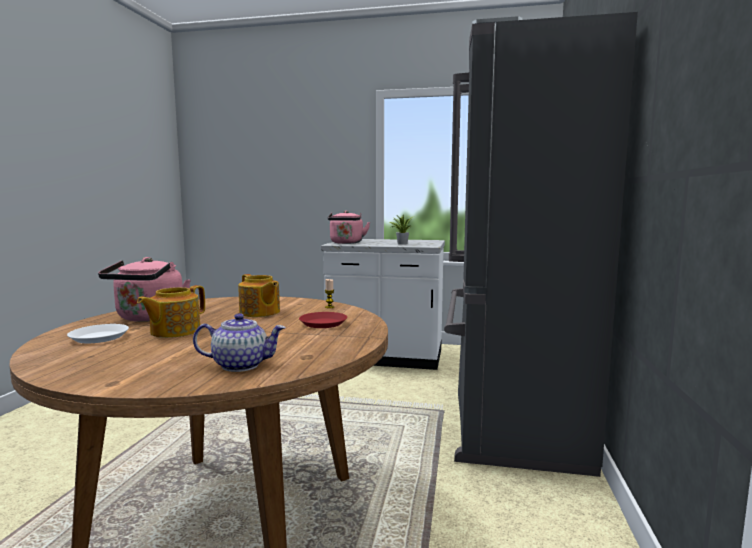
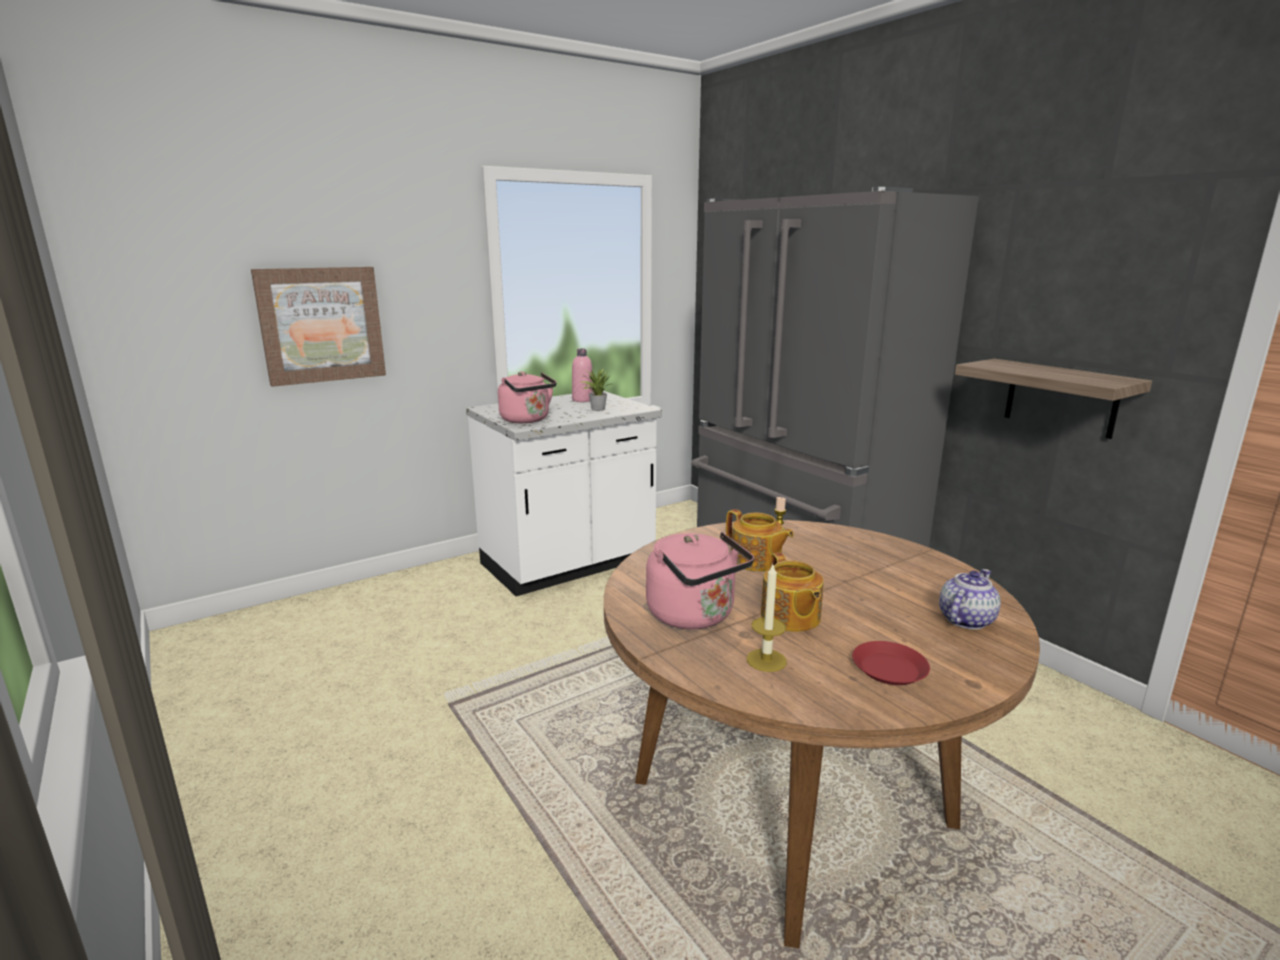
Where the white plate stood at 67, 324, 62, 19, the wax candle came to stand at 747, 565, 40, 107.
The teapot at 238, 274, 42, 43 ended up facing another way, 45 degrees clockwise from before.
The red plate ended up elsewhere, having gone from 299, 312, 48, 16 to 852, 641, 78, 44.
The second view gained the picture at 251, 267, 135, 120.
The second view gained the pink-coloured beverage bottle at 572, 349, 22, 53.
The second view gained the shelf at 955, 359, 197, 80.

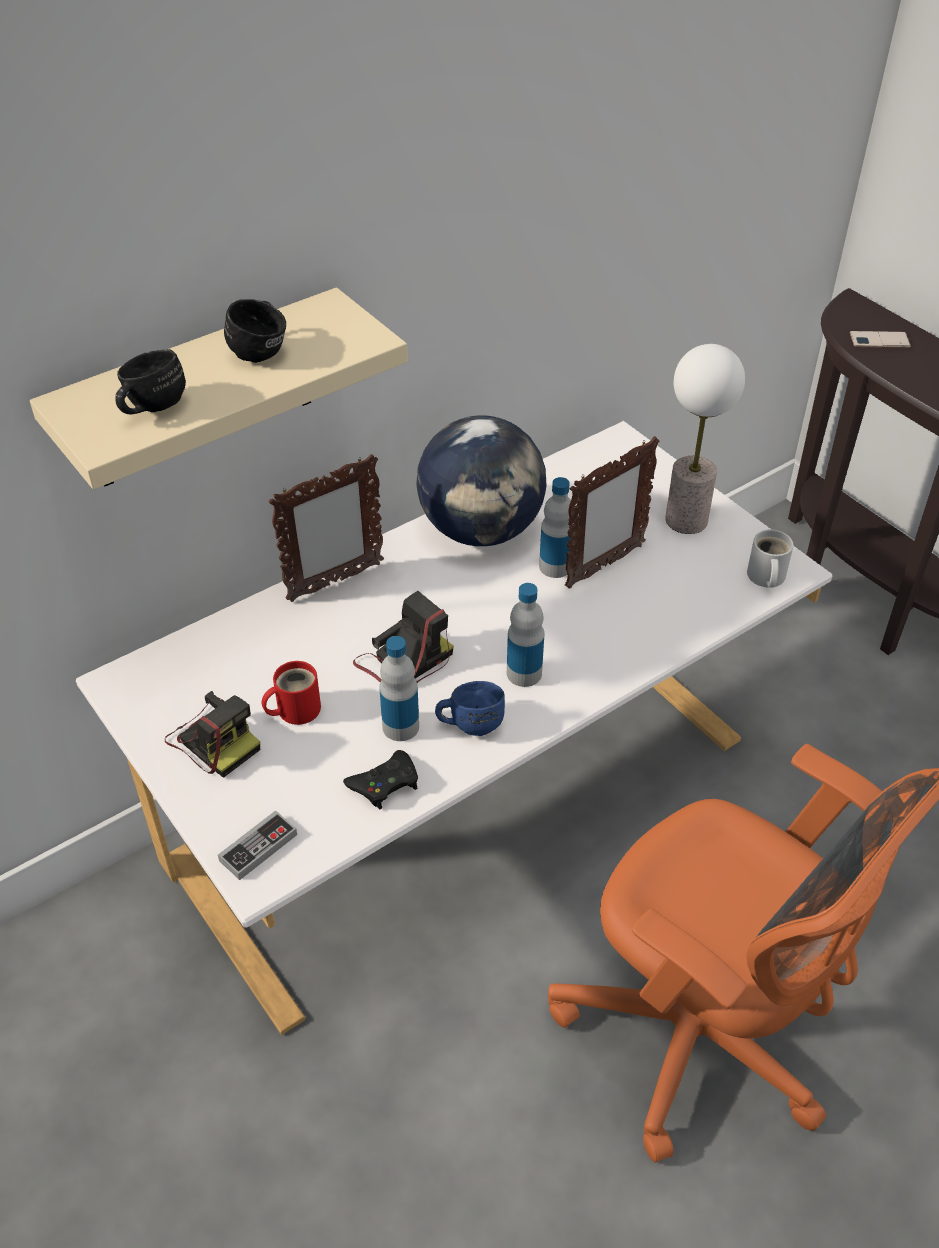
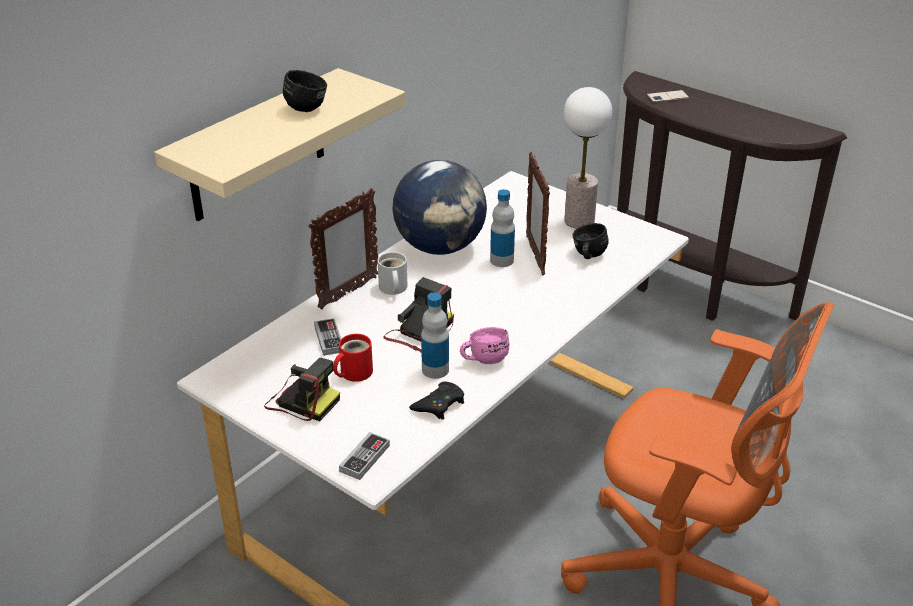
The black-coloured coffee mug ended up elsewhere, having gone from 115, 349, 71, 66 to 573, 223, 36, 36.
What was the bluish coffee mug at 435, 681, 70, 55 turned into the pink-coloured coffee mug at 460, 327, 49, 37.
The second view lost the beverage bottle at 507, 583, 37, 104.
The picture frame at 565, 436, 95, 153 ended up facing another way, 135 degrees clockwise from before.
The white coffee mug ended up elsewhere, having gone from 747, 530, 47, 58 to 377, 252, 31, 43.
The second view gained the game controller at 314, 318, 27, 38.

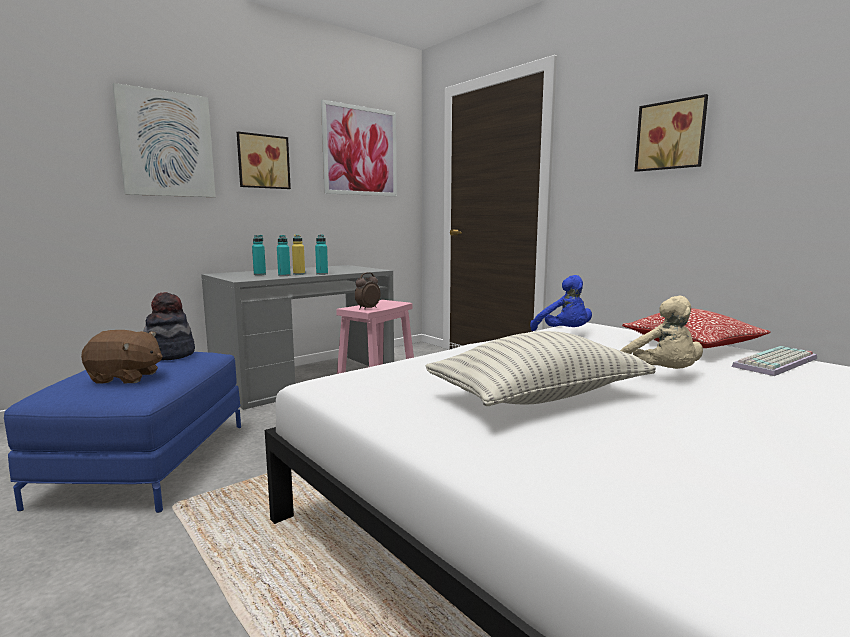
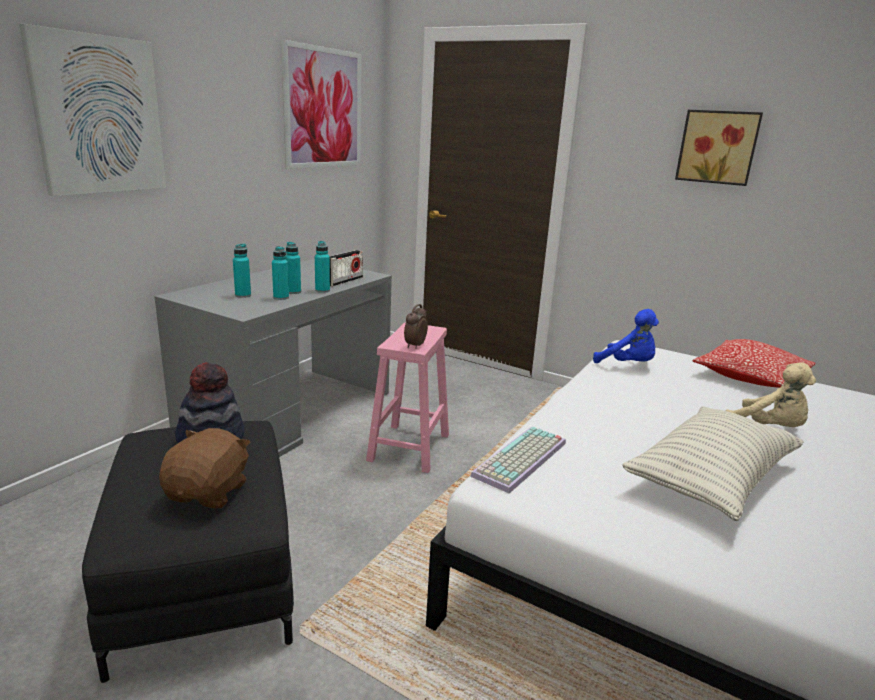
What was the bluish footrest at 4, 352, 237, 161 turned into the black-coloured footrest at 82, 421, 212, 262.
The brown-coloured soft toy at 81, 330, 82, 54 ended up facing another way, 60 degrees counterclockwise from before.
The second view lost the picture at 237, 132, 54, 57.
What was the yellow-coloured beverage bottle at 292, 235, 13, 40 turned into the turquoise-coloured beverage bottle at 285, 242, 16, 52.
The computer keyboard ended up elsewhere, having gone from 732, 346, 85, 30 to 470, 427, 96, 66.
The second view gained the radio receiver at 330, 250, 33, 36.

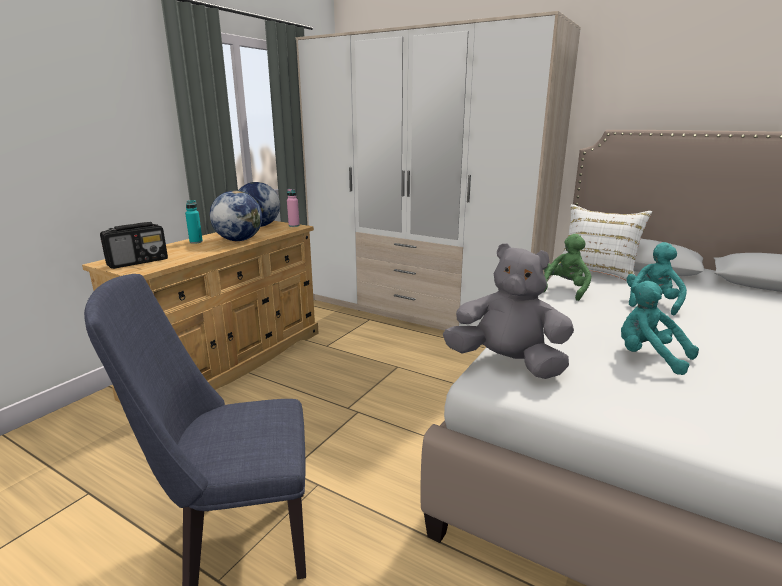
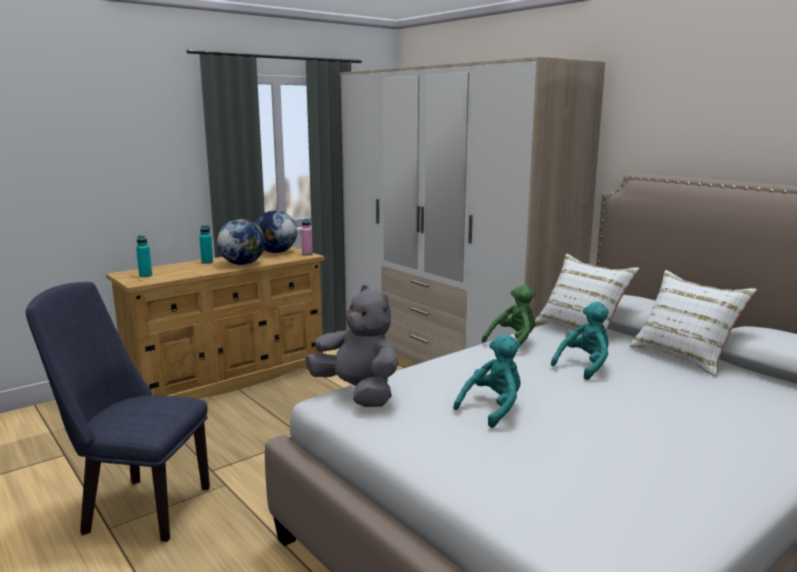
Where the radio receiver stood at 100, 222, 68, 47, the turquoise-coloured beverage bottle came to stand at 136, 235, 16, 42.
The turquoise-coloured soft toy at 621, 281, 78, 94 ended up facing another way, 75 degrees clockwise from before.
The second view gained the white cushion at 630, 270, 127, 107.

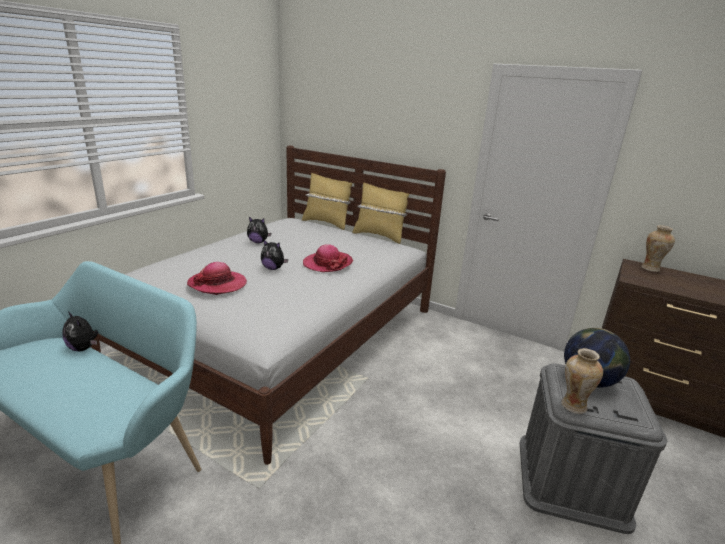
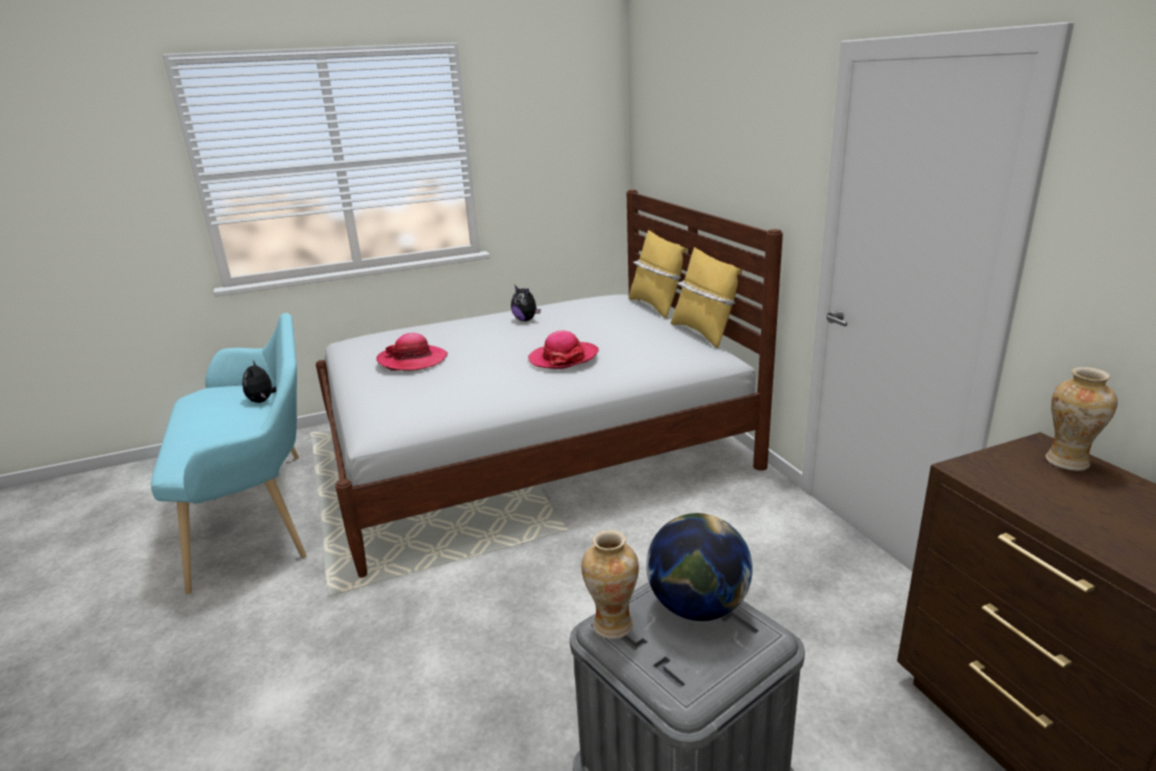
The second view lost the soft toy at 261, 240, 27, 30.

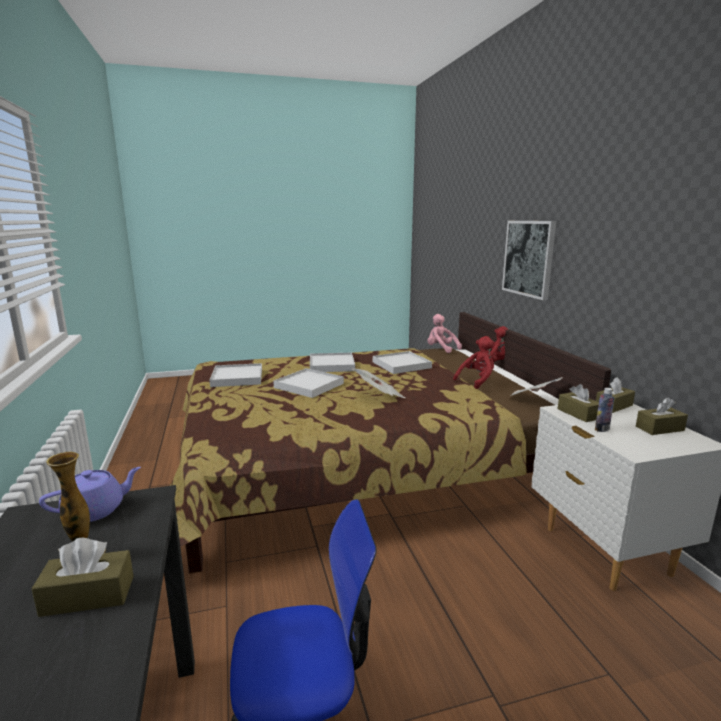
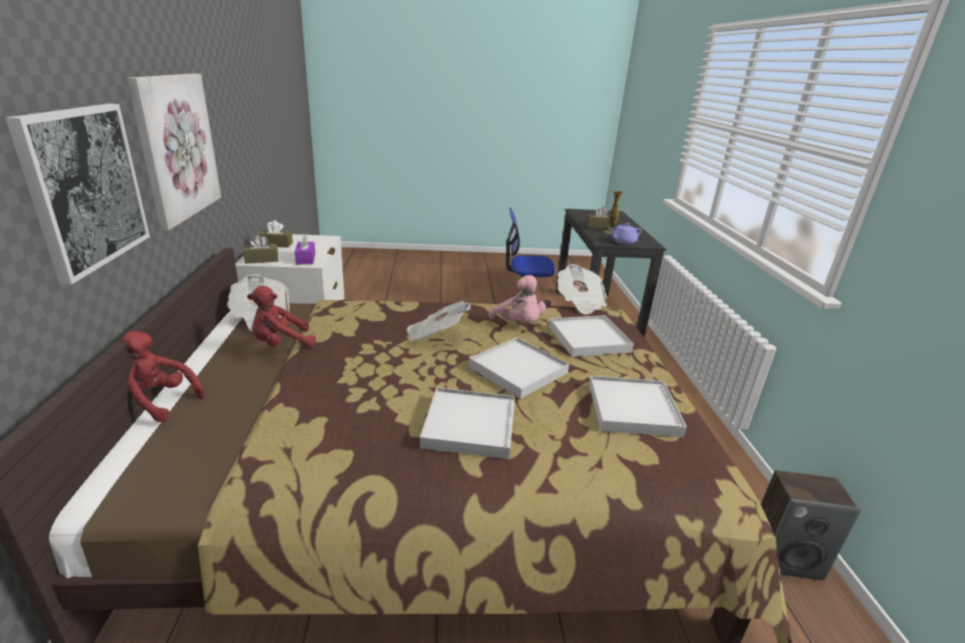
The white tray ended up elsewhere, having gone from 373, 351, 59, 23 to 549, 315, 84, 42.
The pink-coloured soft toy ended up elsewhere, having gone from 428, 314, 34, 39 to 488, 275, 58, 48.
What was the brown-coloured tissue holder at 558, 384, 41, 38 turned into the purplish tissue holder at 295, 234, 20, 30.
The second view lost the beverage bottle at 595, 388, 19, 44.
The second view gained the picture at 127, 73, 94, 157.
The second view gained the daily paper at 558, 264, 49, 51.
The second view gained the loudspeaker at 761, 470, 100, 111.

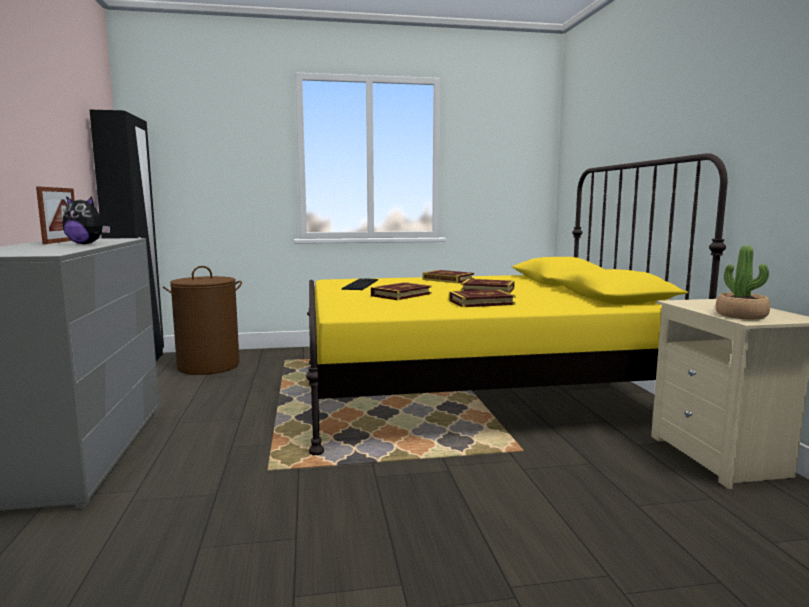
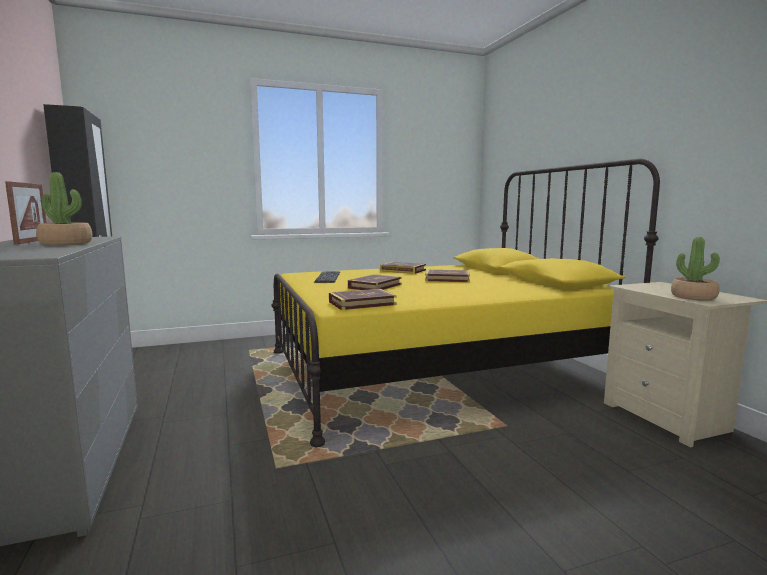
Where the soft toy stood at 62, 196, 48, 48, the houseplant came to stand at 36, 172, 57, 73.
The second view lost the brown-coloured washing basket at 163, 266, 79, 109.
The volume ended up elsewhere, having gone from 449, 290, 67, 17 to 329, 289, 68, 21.

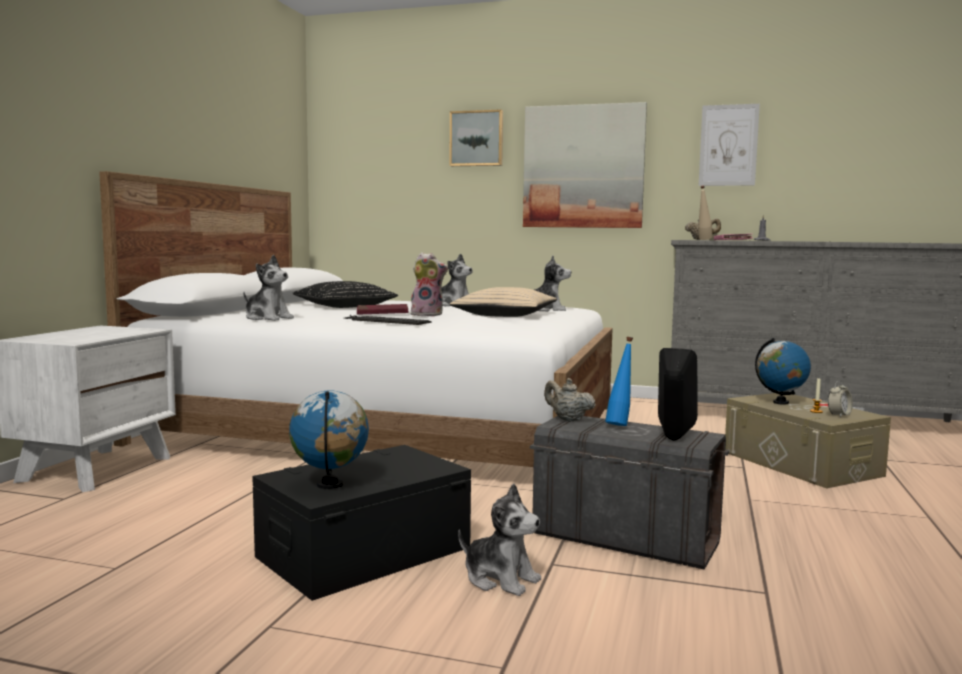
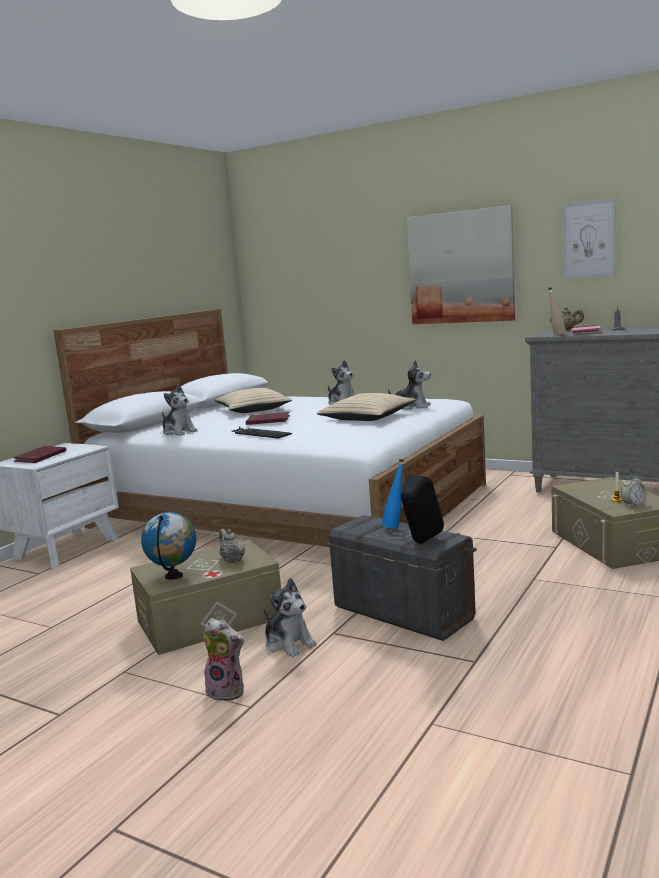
What was the black-coloured storage box at 252, 445, 219, 156 turned into the beige-coloured storage box at 130, 540, 151, 115.
What was the black-coloured cushion at 293, 281, 105, 27 turned into the beige-coloured cushion at 215, 388, 77, 25.
The soft toy ended up elsewhere, having gone from 410, 252, 38, 64 to 203, 618, 41, 84.
The second view lost the picture at 449, 110, 54, 56.
The beige-coloured teapot ended up elsewhere, having gone from 544, 378, 52, 44 to 219, 529, 27, 34.
The second view lost the world globe at 755, 338, 56, 66.
The second view gained the red volume at 13, 446, 53, 17.

